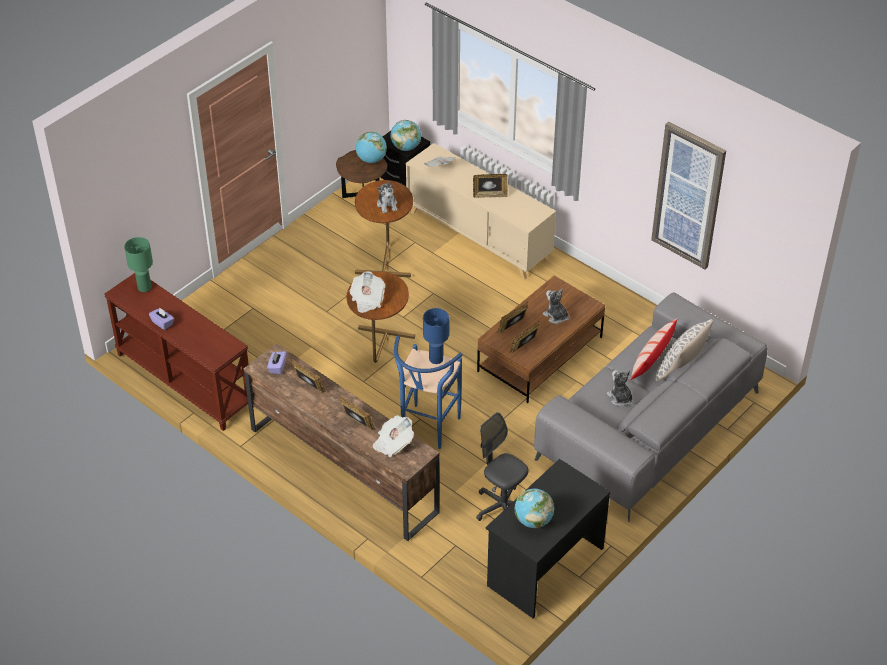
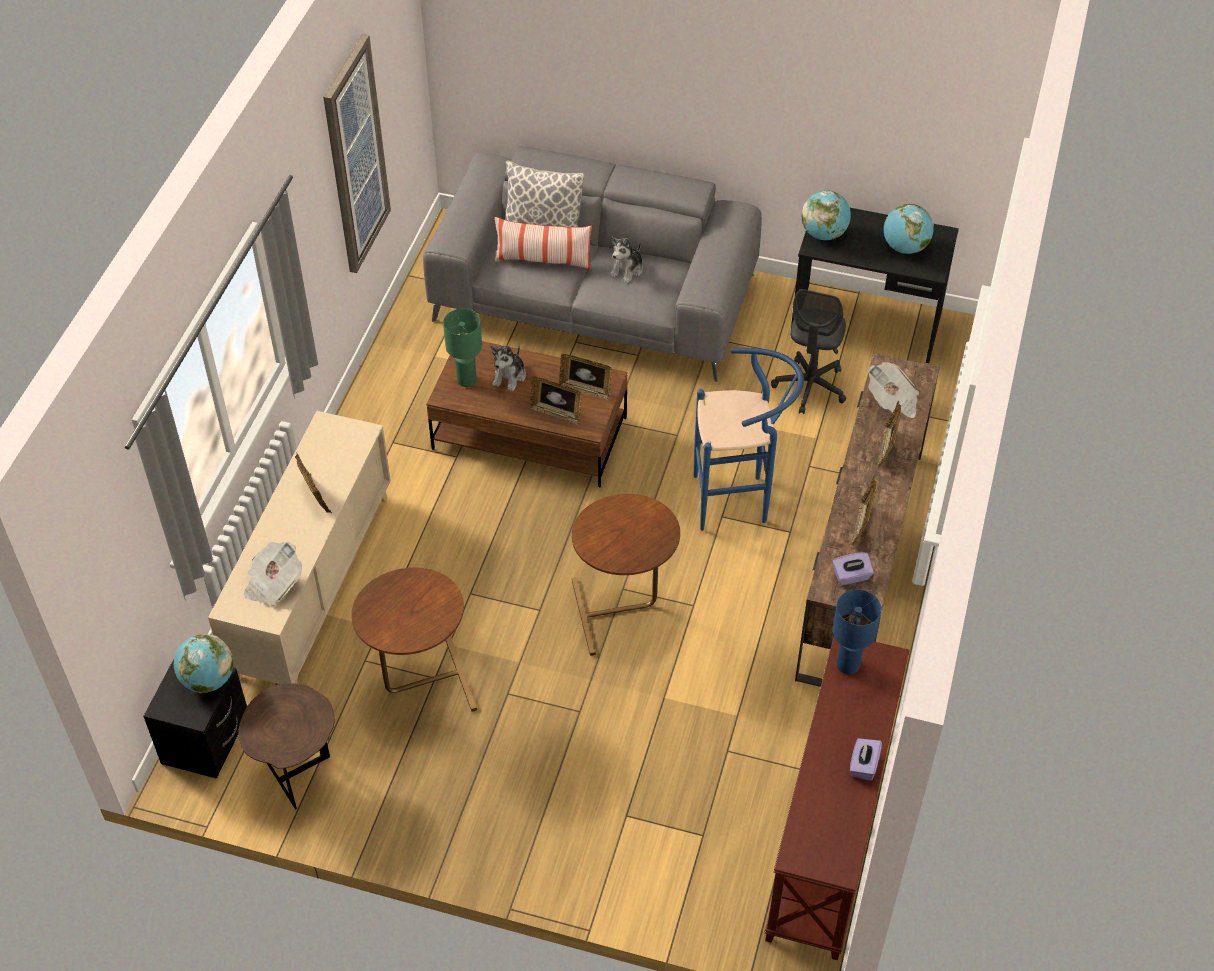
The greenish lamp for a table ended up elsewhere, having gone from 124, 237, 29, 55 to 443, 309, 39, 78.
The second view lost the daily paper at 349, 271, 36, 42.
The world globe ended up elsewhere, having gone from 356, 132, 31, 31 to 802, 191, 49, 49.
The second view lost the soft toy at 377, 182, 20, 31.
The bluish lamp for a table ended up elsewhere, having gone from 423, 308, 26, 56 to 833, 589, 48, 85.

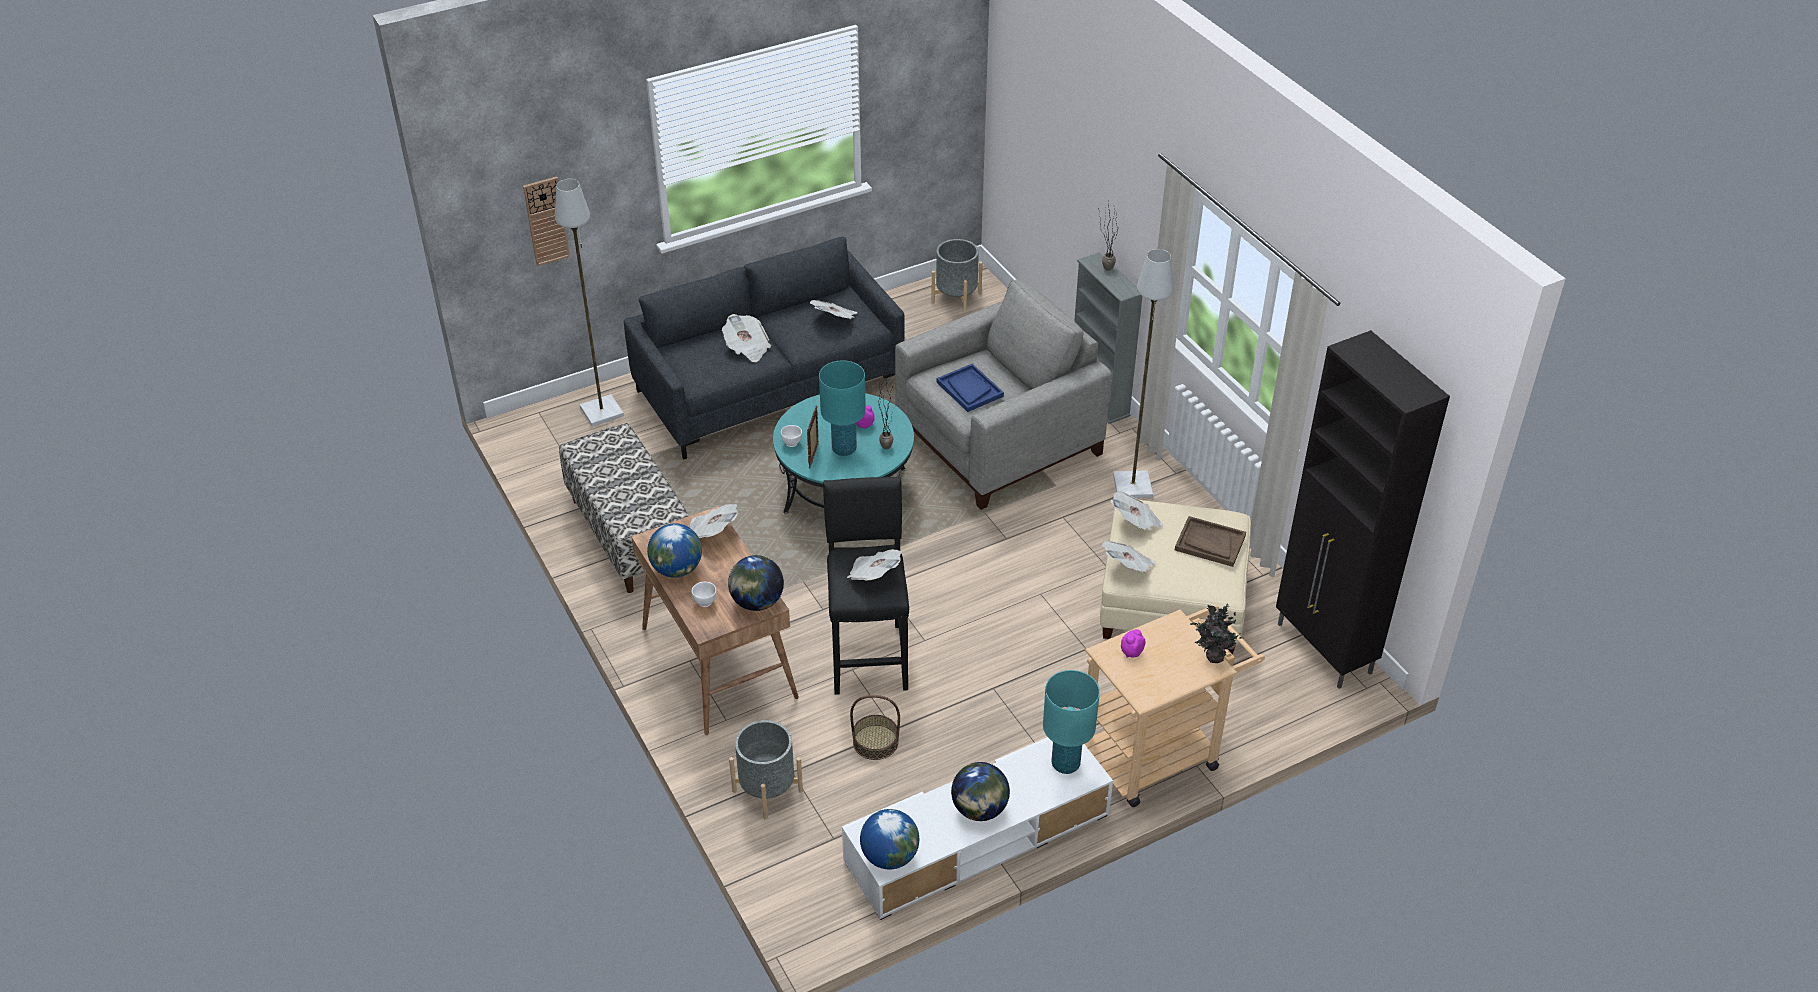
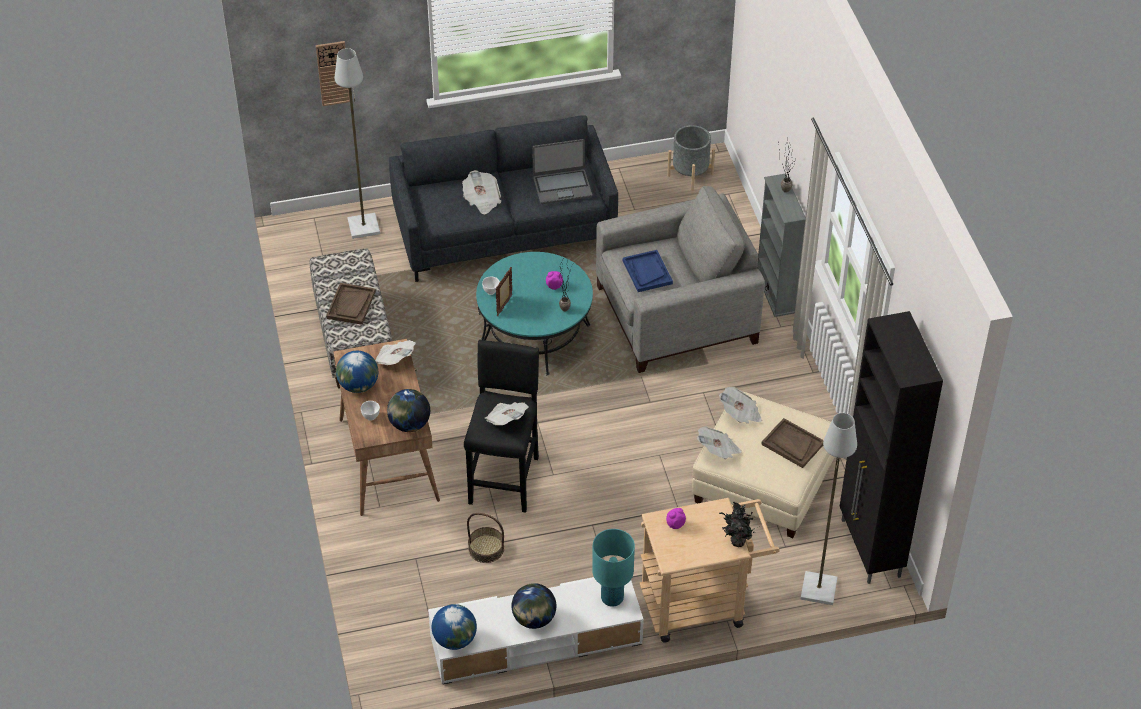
The second view lost the greyish plant pot at 729, 720, 74, 100.
Where the daily paper stood at 810, 300, 47, 19, the portable computer came to stand at 532, 139, 60, 65.
The second view lost the turquoise-coloured lamp for a table at 819, 360, 47, 96.
The greyish floor lamp ended up elsewhere, having gone from 1113, 249, 61, 249 to 800, 413, 57, 192.
The second view gained the brown-coloured tray at 326, 283, 50, 42.

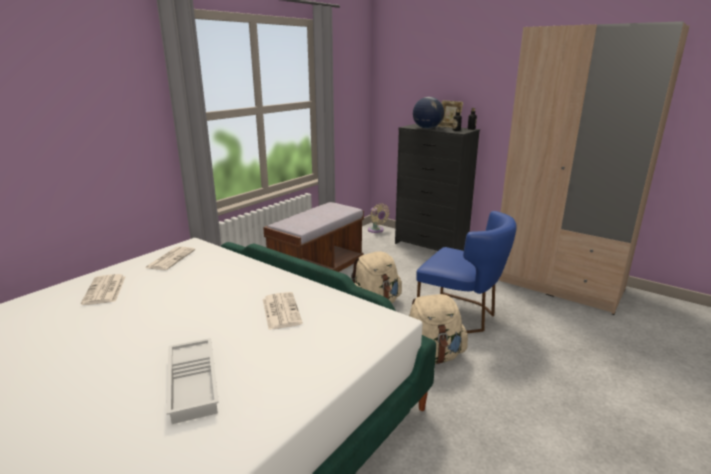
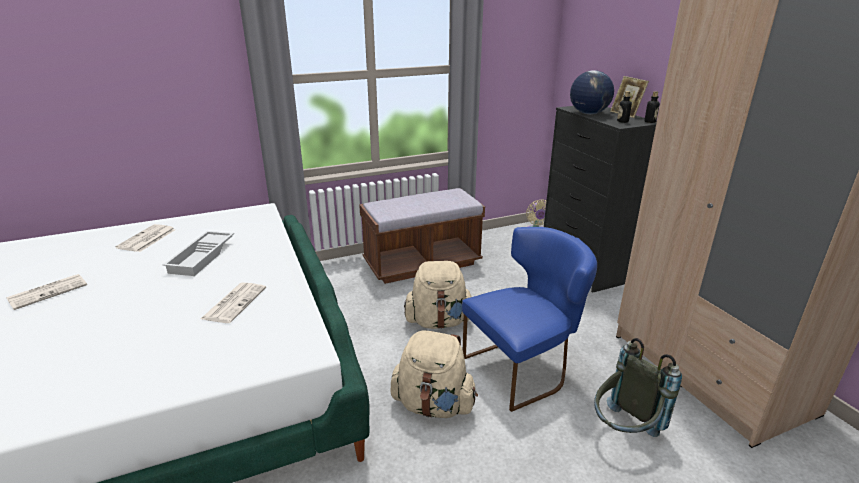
The daily paper ended up elsewhere, having gone from 145, 247, 50, 23 to 6, 274, 81, 36.
The white tray ended up elsewhere, having gone from 166, 338, 53, 86 to 163, 231, 71, 45.
The bluish plain chair at 416, 211, 101, 122 ended up facing another way, 90 degrees counterclockwise from before.
The second view gained the greyish backpack at 594, 338, 88, 99.

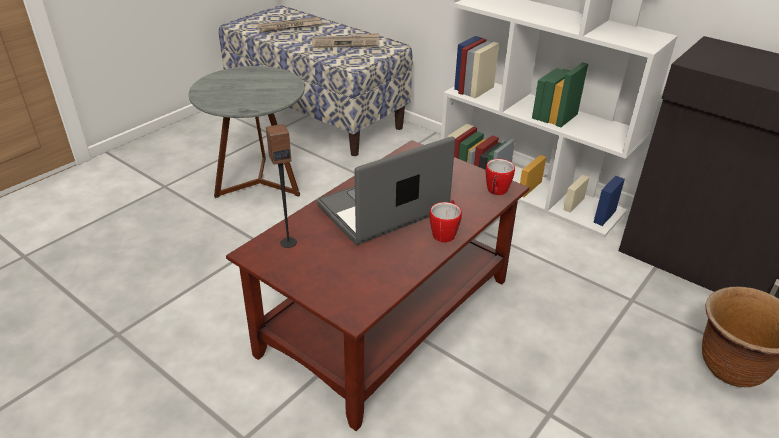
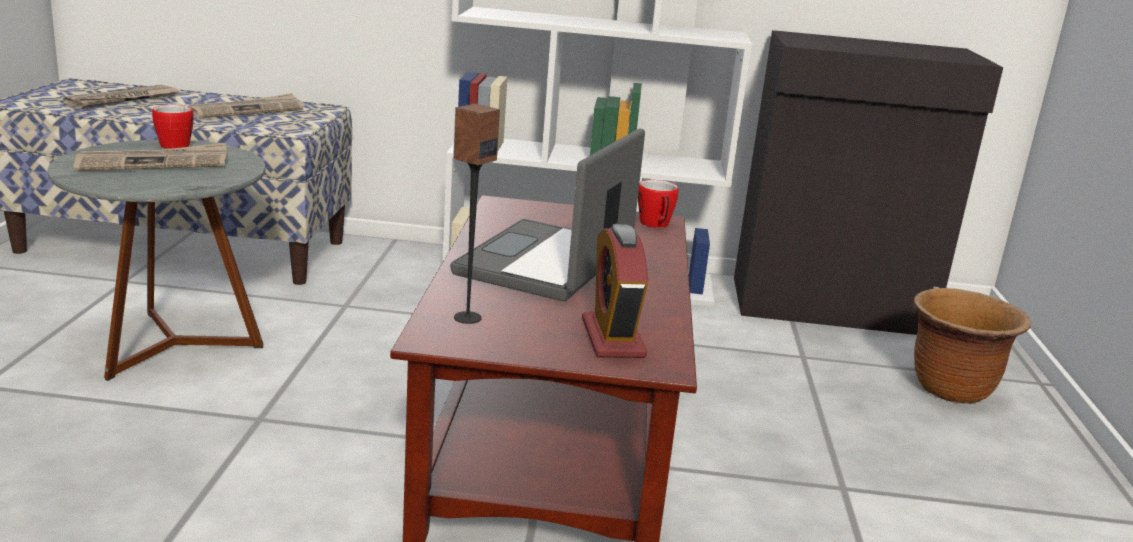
The coffee mug ended up elsewhere, having gone from 429, 200, 33, 43 to 152, 105, 42, 44.
The second view gained the daily paper at 73, 143, 154, 28.
The second view gained the table clock at 582, 224, 66, 134.

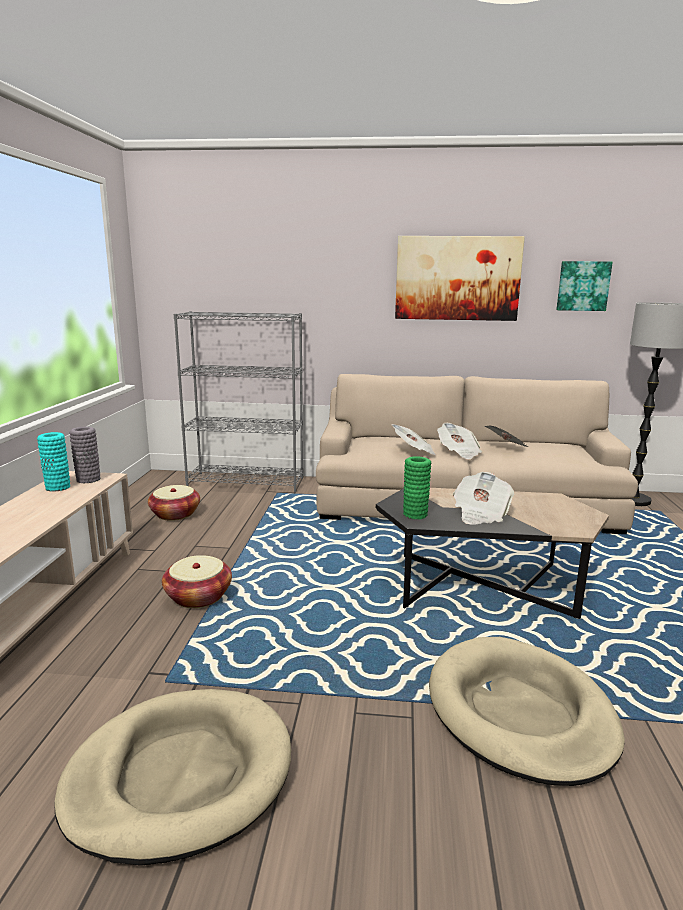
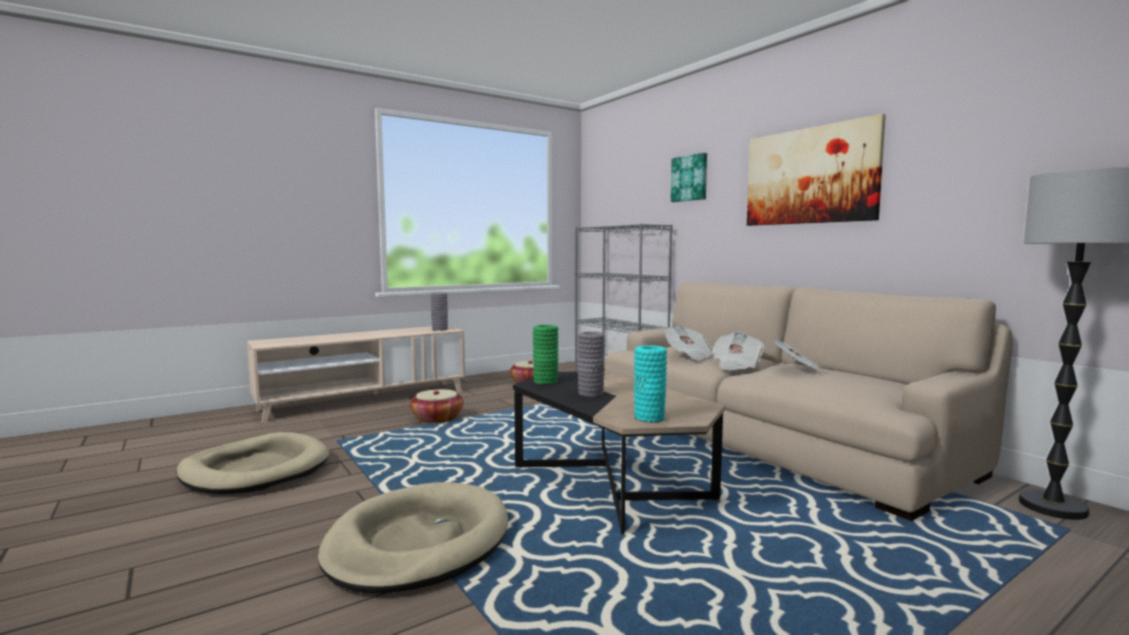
The turquoise-coloured vase ended up elsewhere, having gone from 37, 432, 33, 60 to 634, 345, 33, 78.
Where the daily paper stood at 453, 472, 61, 53, the greyish vase came to stand at 577, 331, 28, 66.
The picture ended up elsewhere, having gone from 556, 261, 57, 50 to 671, 153, 36, 49.

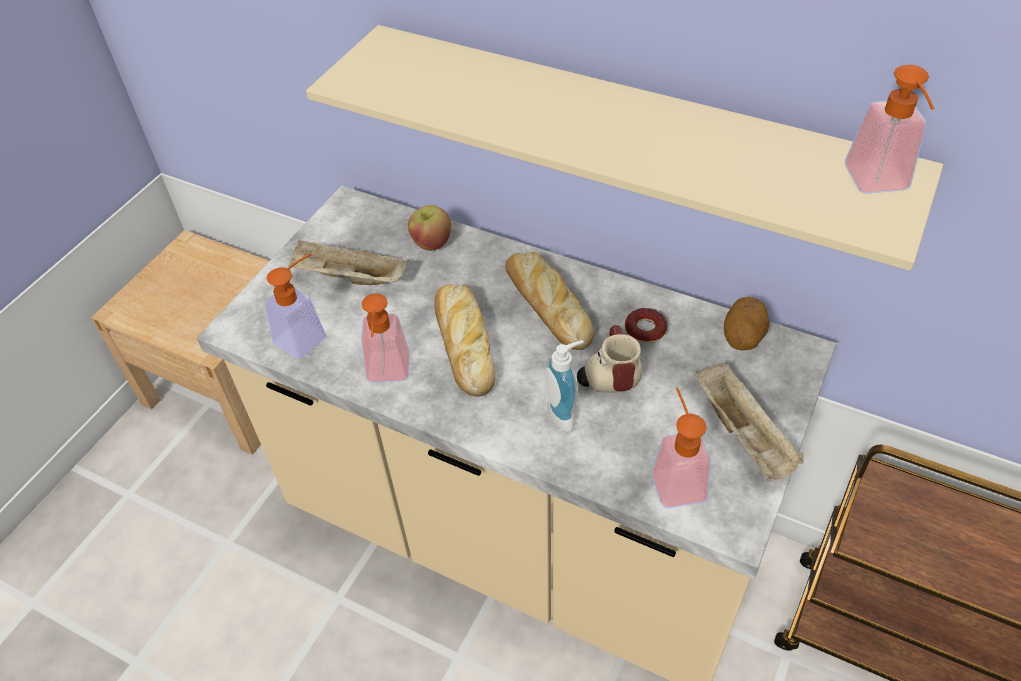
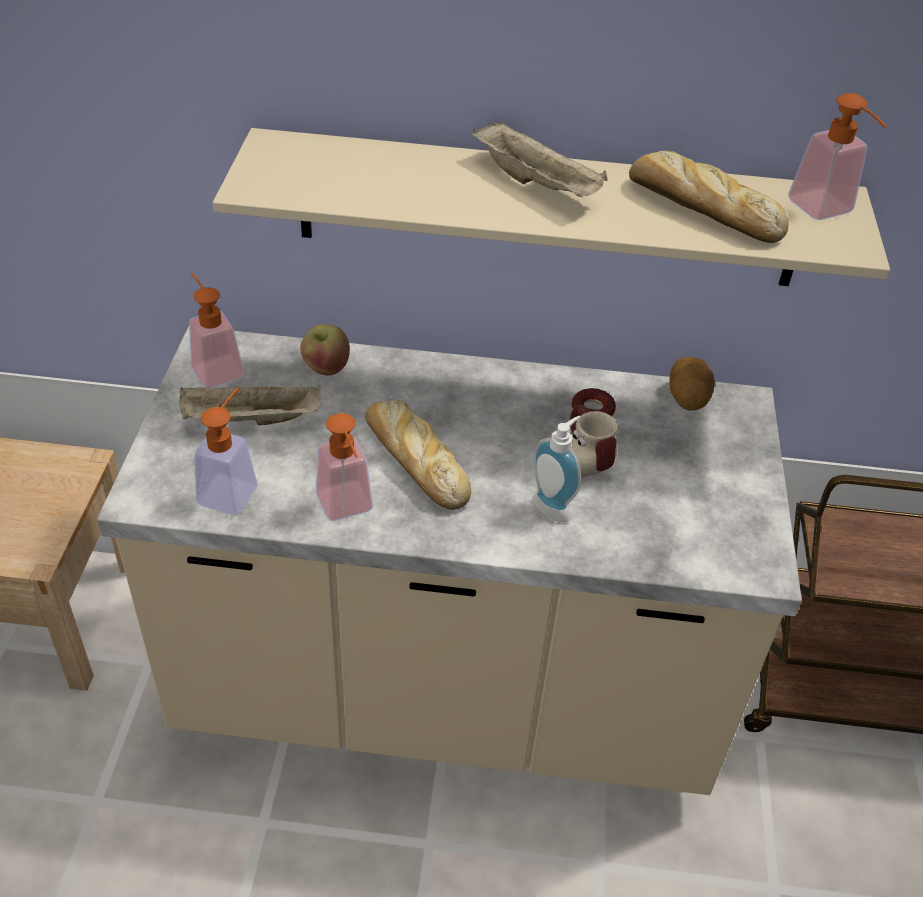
The bread ended up elsewhere, having gone from 505, 252, 89, 98 to 629, 150, 160, 93.
The liquid soap bottle ended up elsewhere, having gone from 651, 387, 60, 121 to 189, 273, 55, 115.
The beige-coloured tray ended up elsewhere, having gone from 694, 363, 110, 118 to 472, 121, 136, 76.

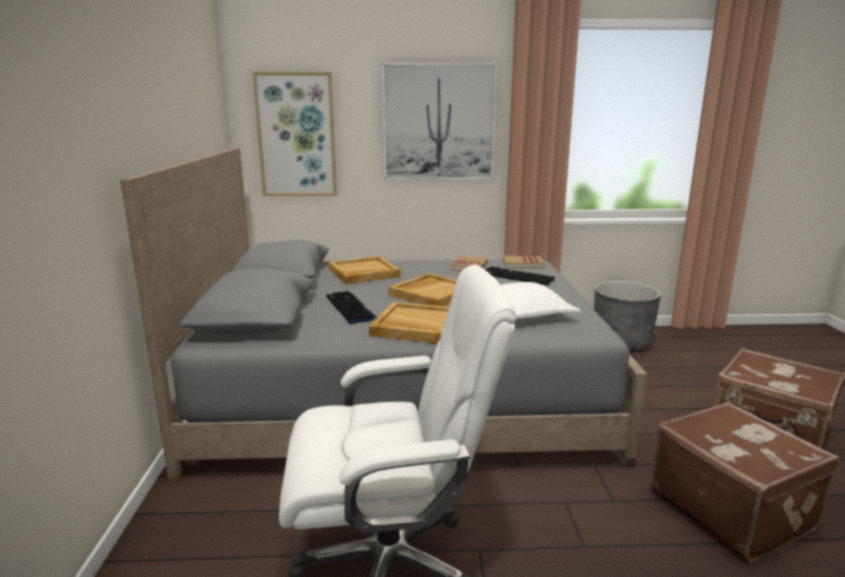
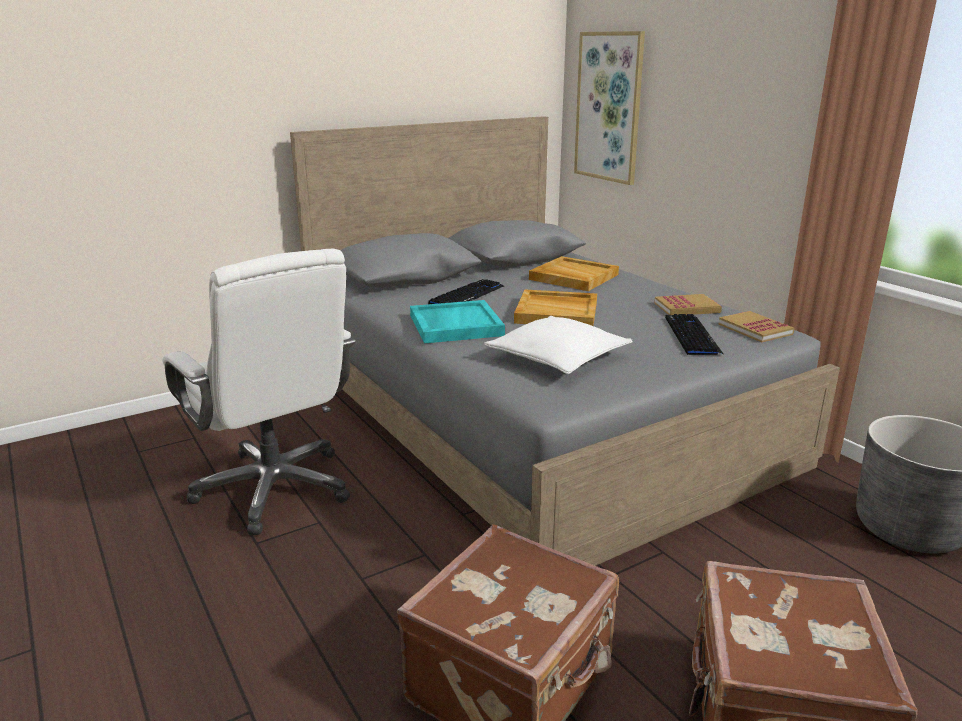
What was the beige-coloured tray at 369, 302, 80, 42 turned into the turquoise-coloured tray at 410, 300, 95, 43.
The second view lost the picture at 382, 63, 116, 117.

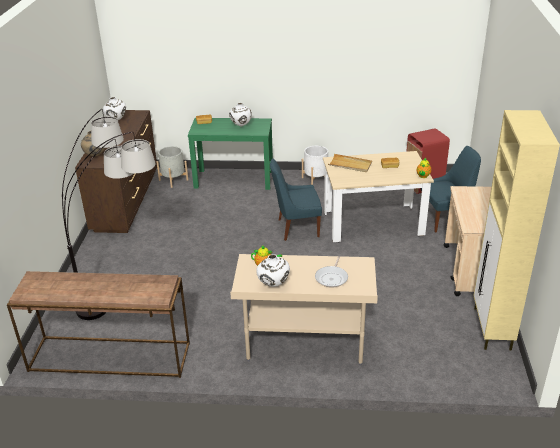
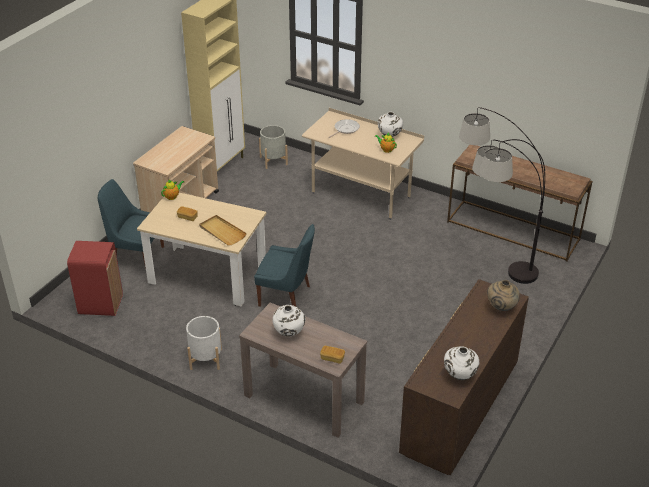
The greyish plant pot ended up elsewhere, having gone from 156, 146, 32, 42 to 259, 125, 29, 44.
What was the greenish hall table at 188, 118, 85, 72 turned into the brown-coloured hall table at 239, 303, 128, 135.

